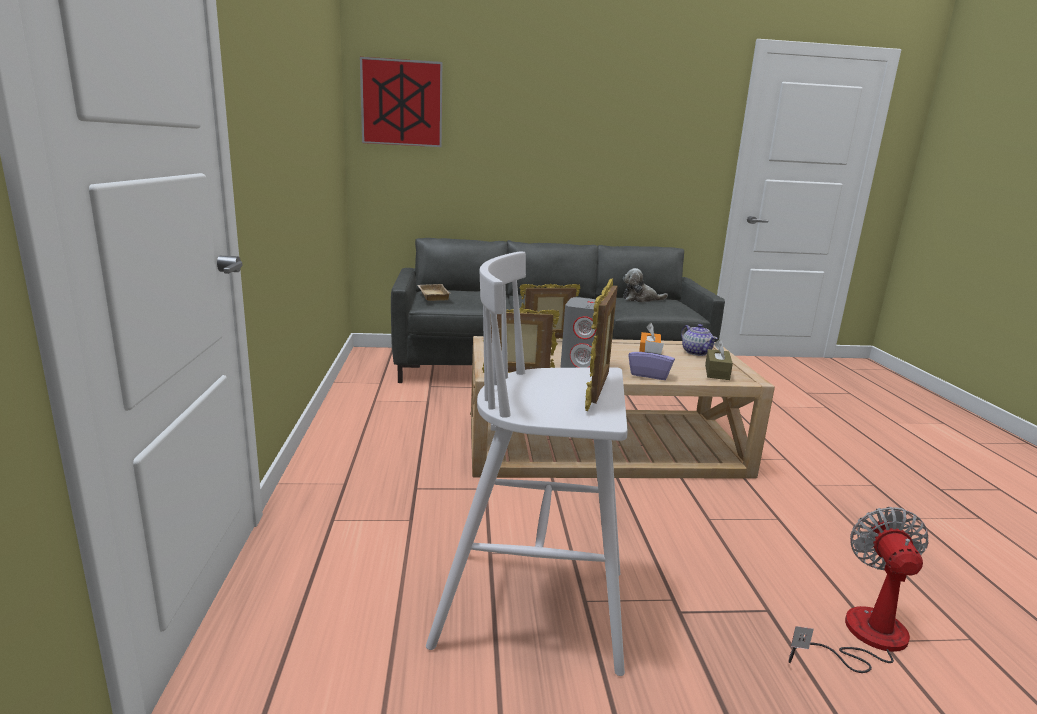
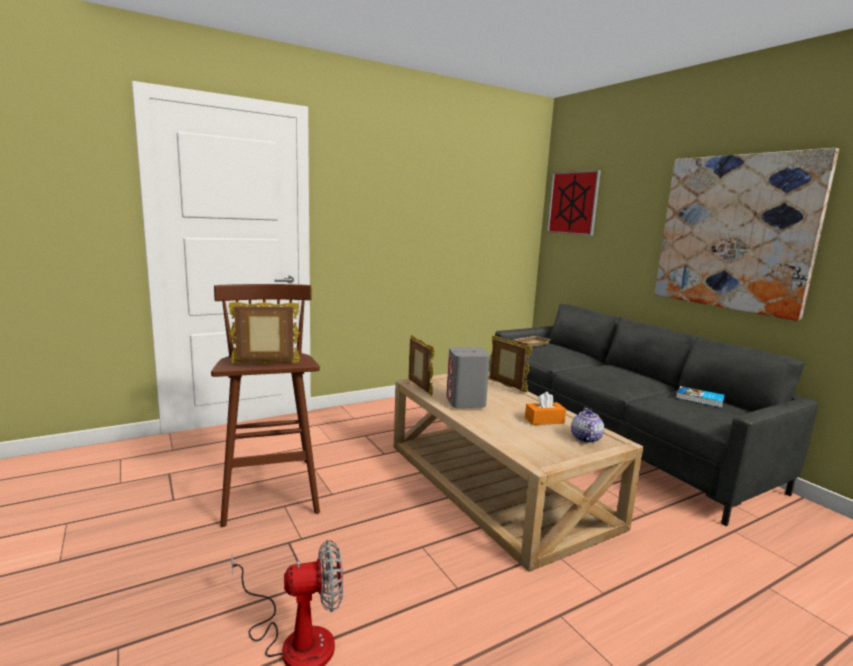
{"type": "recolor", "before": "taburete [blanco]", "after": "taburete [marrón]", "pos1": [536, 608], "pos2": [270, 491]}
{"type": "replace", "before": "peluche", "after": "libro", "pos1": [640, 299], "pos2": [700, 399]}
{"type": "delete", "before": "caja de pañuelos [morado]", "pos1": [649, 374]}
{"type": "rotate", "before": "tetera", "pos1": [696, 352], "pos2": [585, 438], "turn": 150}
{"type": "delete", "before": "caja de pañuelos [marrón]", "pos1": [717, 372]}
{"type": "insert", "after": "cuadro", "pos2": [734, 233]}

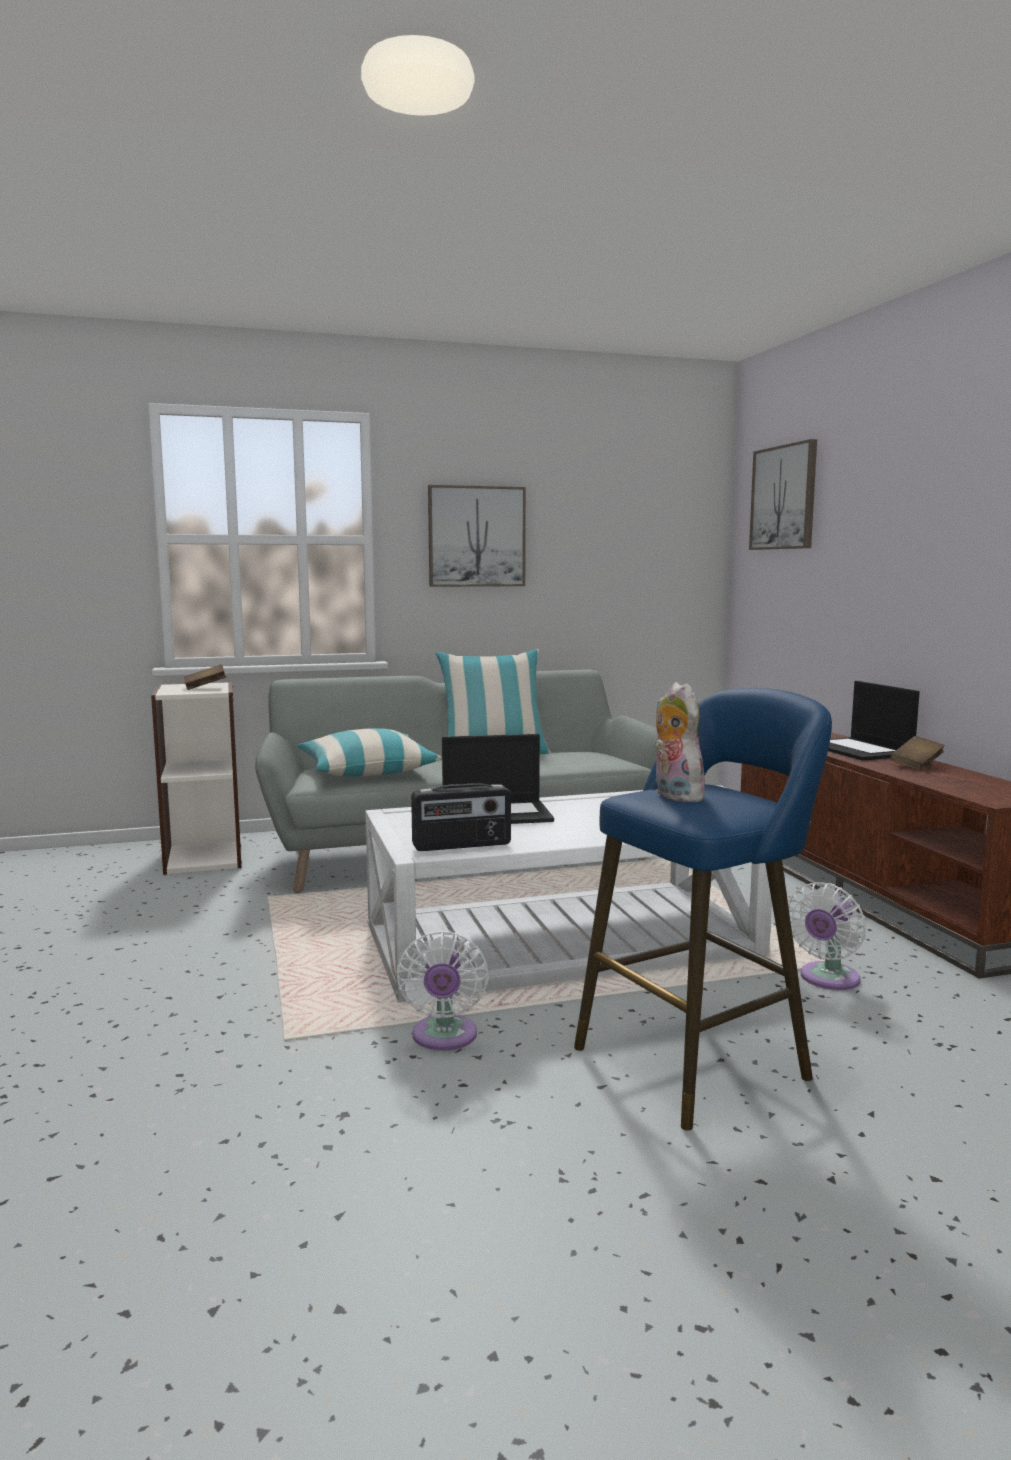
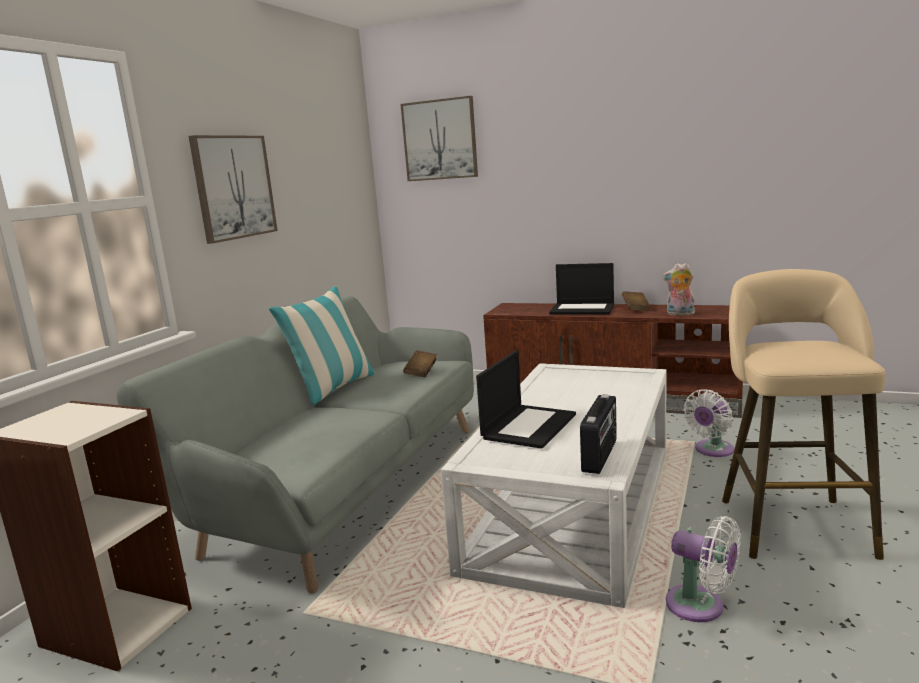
{"type": "move", "before": "libro [marrón]", "pos1": [205, 687], "pos2": [421, 372]}
{"type": "delete", "before": "cojín", "pos1": [367, 771]}
{"type": "recolor", "before": "taburete [azul]", "after": "taburete [beis]", "pos1": [700, 1059], "pos2": [792, 522]}
{"type": "move", "before": "peluche", "pos1": [674, 796], "pos2": [679, 314]}
{"type": "rotate", "before": "ventilador [blanco]", "pos1": [827, 979], "pos2": [712, 450], "turn": 60}

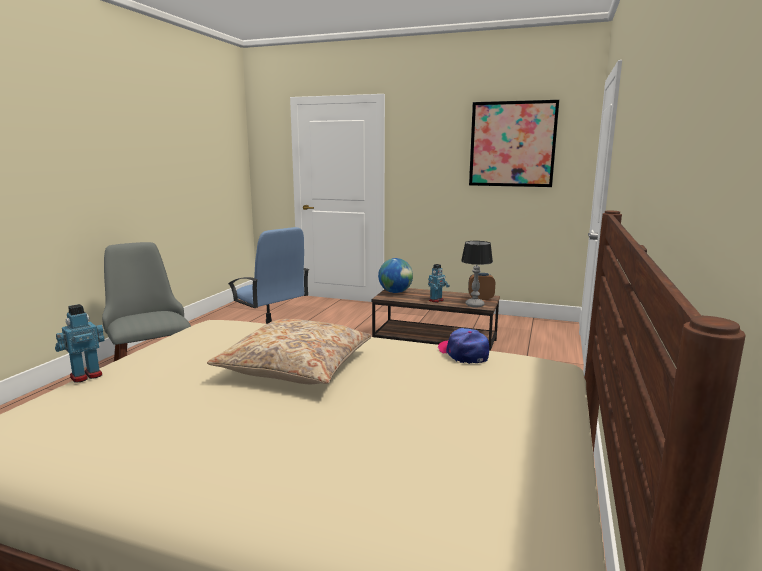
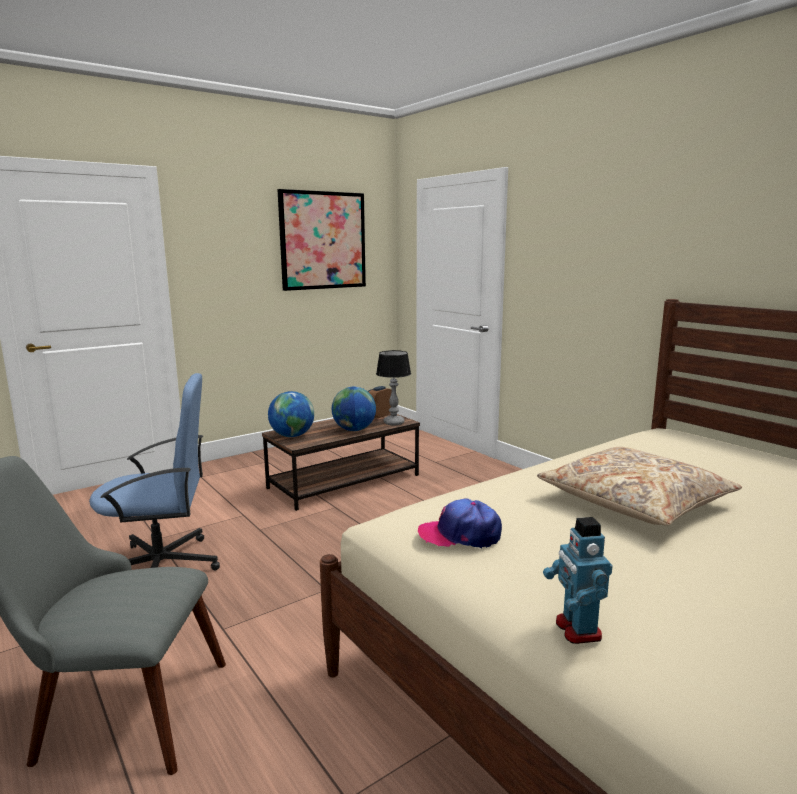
{"type": "replace", "before": "robot de juguete", "after": "globo terráqueo", "pos1": [436, 300], "pos2": [354, 430]}
{"type": "move", "before": "gorra", "pos1": [463, 353], "pos2": [460, 534]}

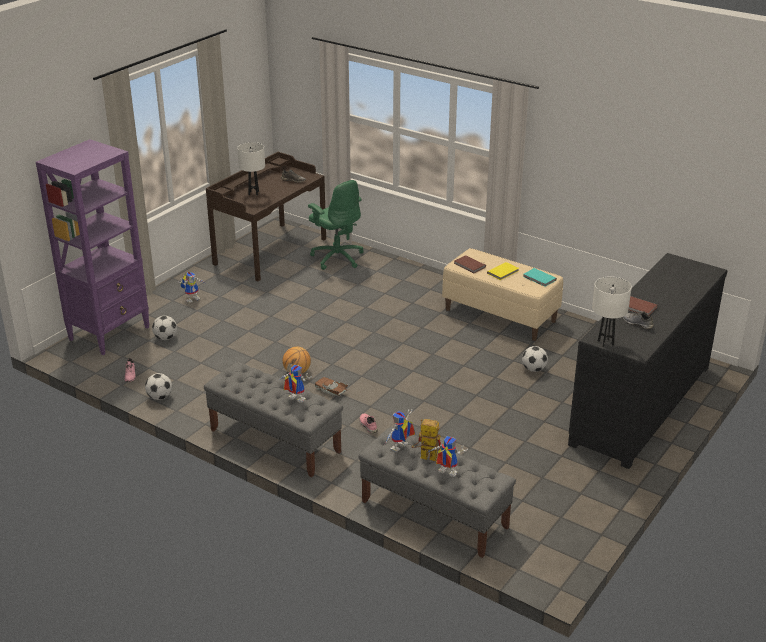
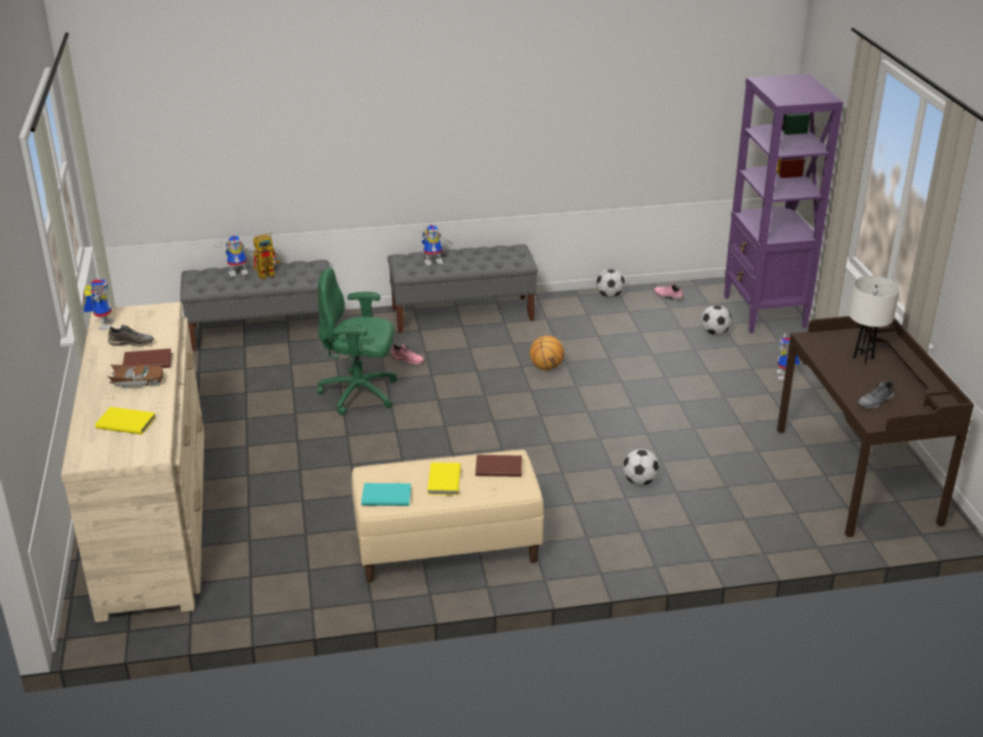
{"type": "move", "before": "silla de oficina [verde]", "pos1": [337, 257], "pos2": [360, 394]}
{"type": "move", "before": "coche de juguete [marrón]", "pos1": [331, 391], "pos2": [137, 382]}
{"type": "move", "before": "robot de juguete", "pos1": [400, 449], "pos2": [103, 324]}
{"type": "move", "before": "balón de fútbol", "pos1": [534, 369], "pos2": [640, 481]}
{"type": "recolor", "before": "cómoda [negro]", "after": "cómoda [beis]", "pos1": [639, 404], "pos2": [154, 518]}
{"type": "delete", "before": "lámpara de mesa [blanco]", "pos1": [605, 343]}
{"type": "insert", "after": "libro [amarillo]", "pos2": [126, 422]}

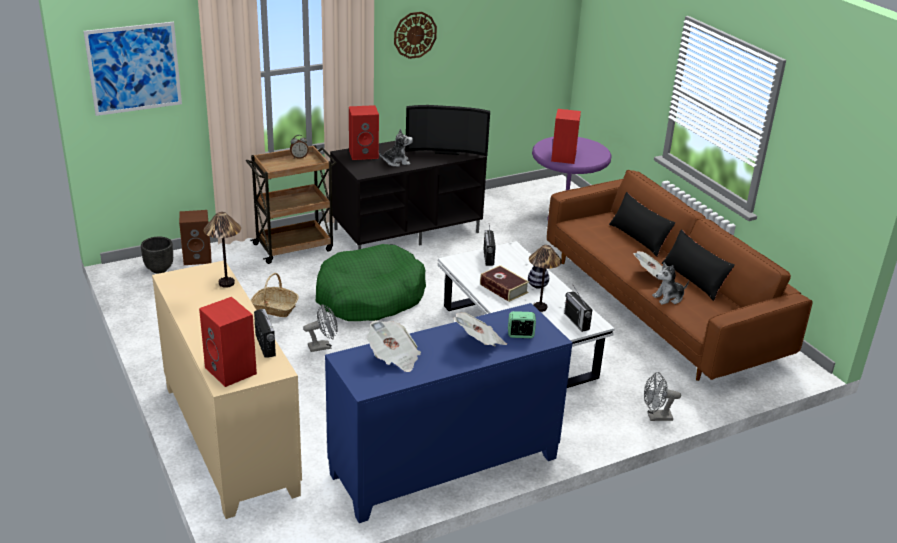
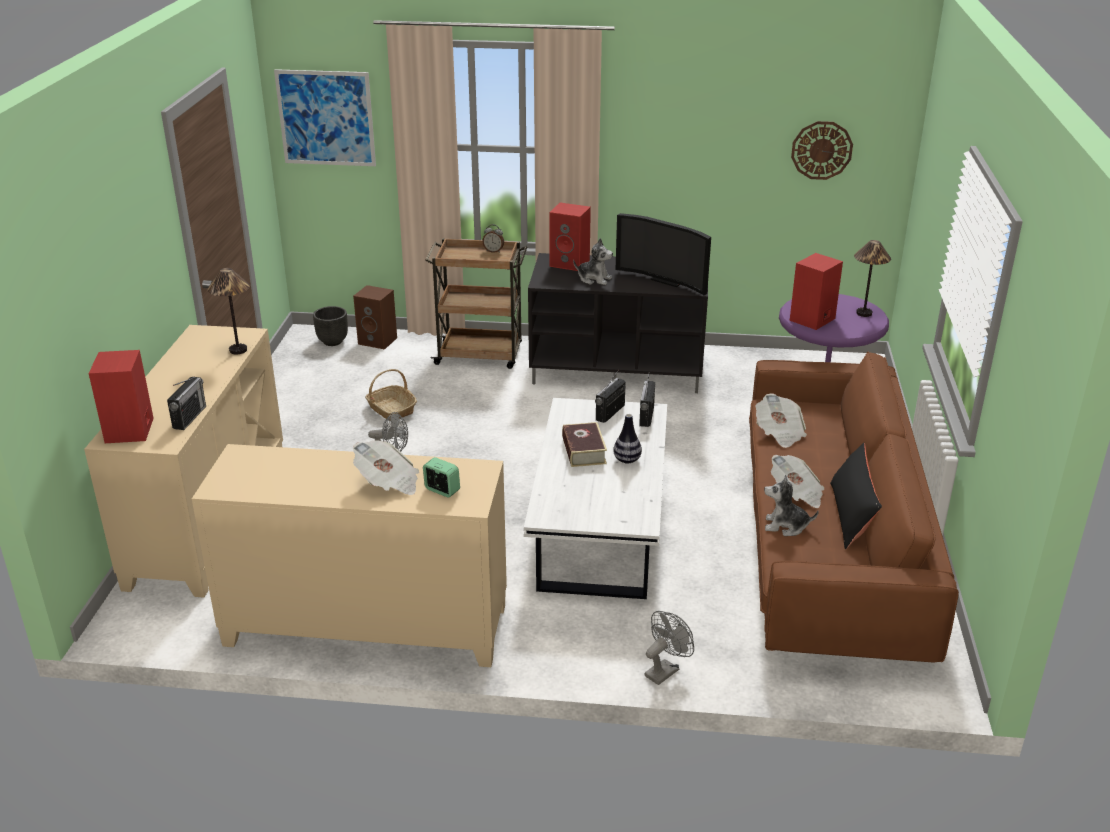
{"type": "delete", "before": "cama para perro [verde]", "pos1": [369, 297]}
{"type": "recolor", "before": "armario [azul]", "after": "armario [beis]", "pos1": [445, 467], "pos2": [366, 627]}
{"type": "move", "before": "periódico", "pos1": [394, 358], "pos2": [779, 433]}
{"type": "move", "before": "reloj de pared", "pos1": [415, 35], "pos2": [821, 150]}
{"type": "move", "before": "lámpara de mesa", "pos1": [540, 308], "pos2": [864, 313]}
{"type": "move", "before": "radio", "pos1": [576, 321], "pos2": [646, 416]}
{"type": "delete", "before": "cojín [negro]", "pos1": [639, 238]}
{"type": "rotate", "before": "ventilador [gris]", "pos1": [655, 417], "pos2": [665, 670], "turn": 105}

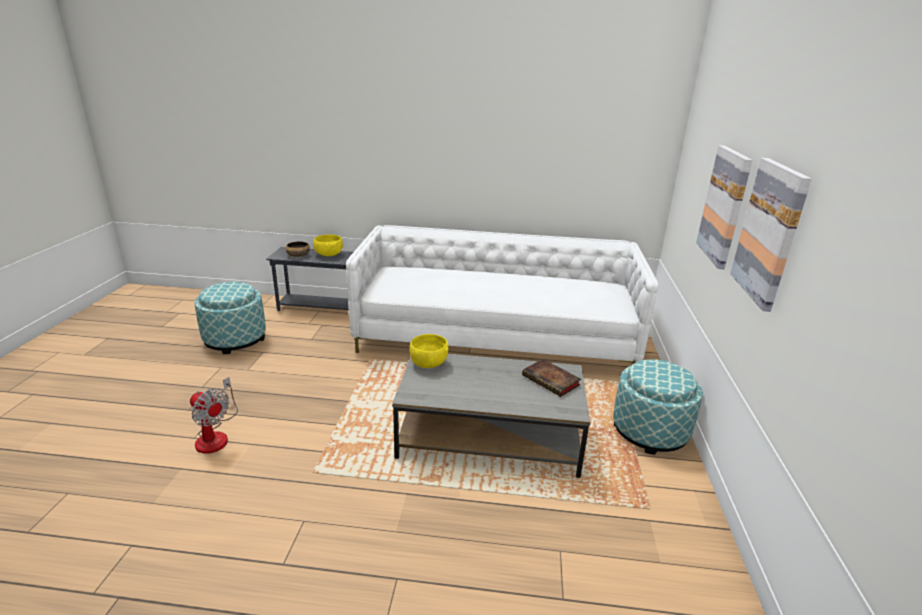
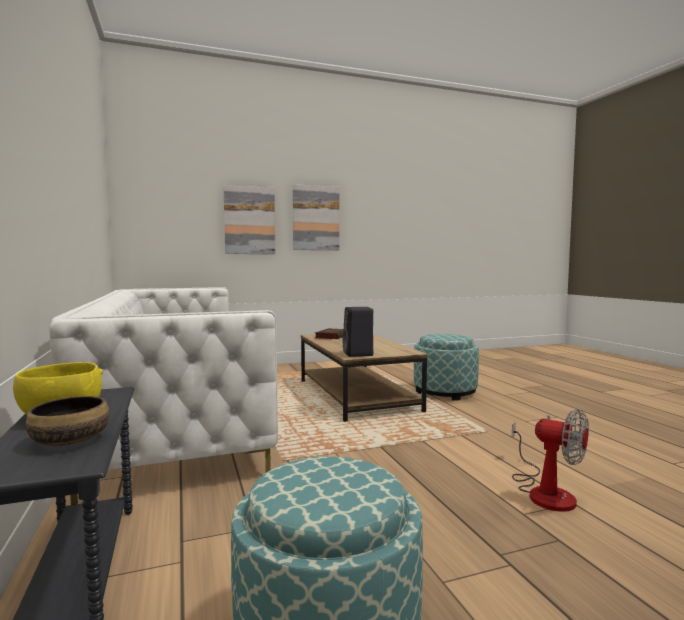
{"type": "rotate", "before": "ventilador", "pos1": [215, 435], "pos2": [545, 491], "turn": 120}
{"type": "recolor", "before": "mesa de centro [gris]", "after": "mesa de centro [marrón]", "pos1": [490, 436], "pos2": [355, 395]}
{"type": "replace", "before": "cuenco [amarillo]", "after": "altavoz [negro]", "pos1": [428, 363], "pos2": [358, 354]}
{"type": "move", "before": "puf", "pos1": [650, 431], "pos2": [445, 392]}

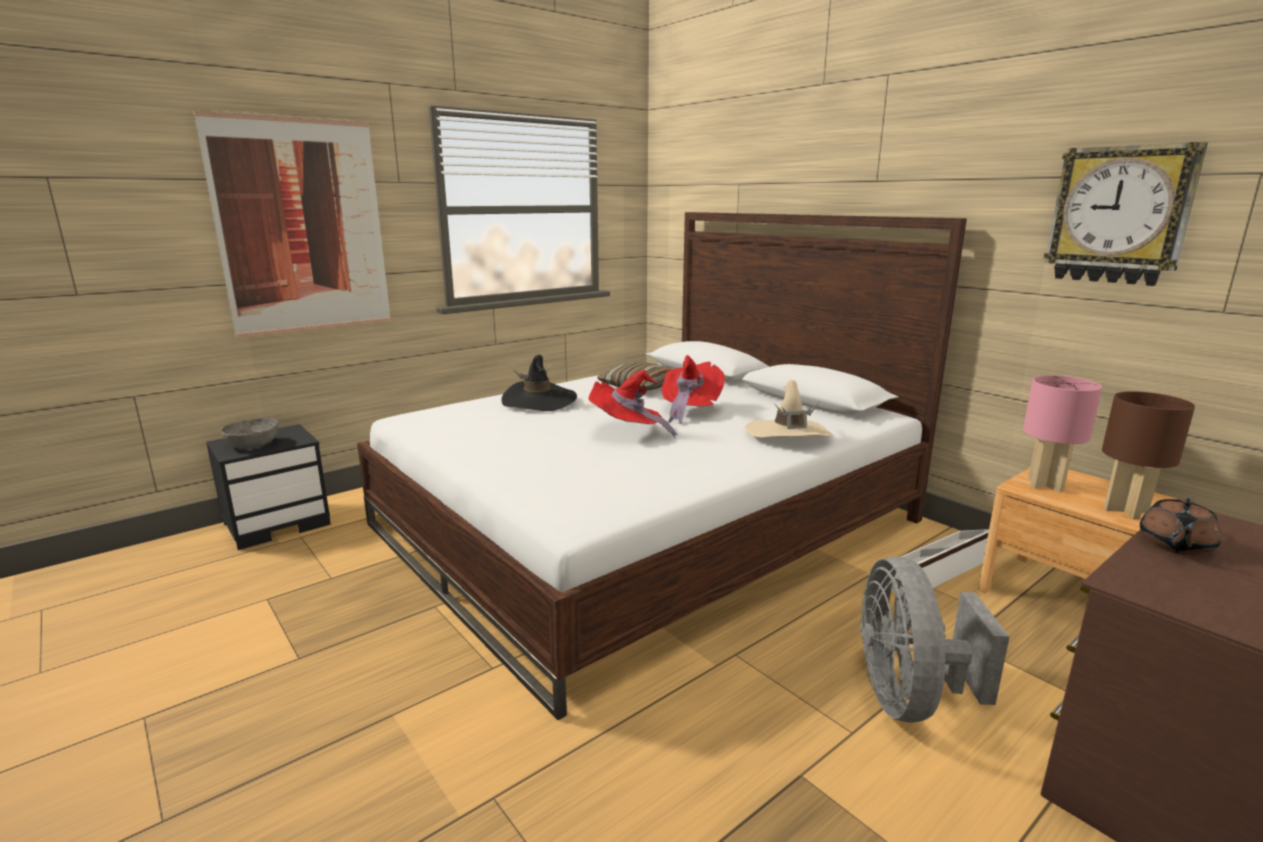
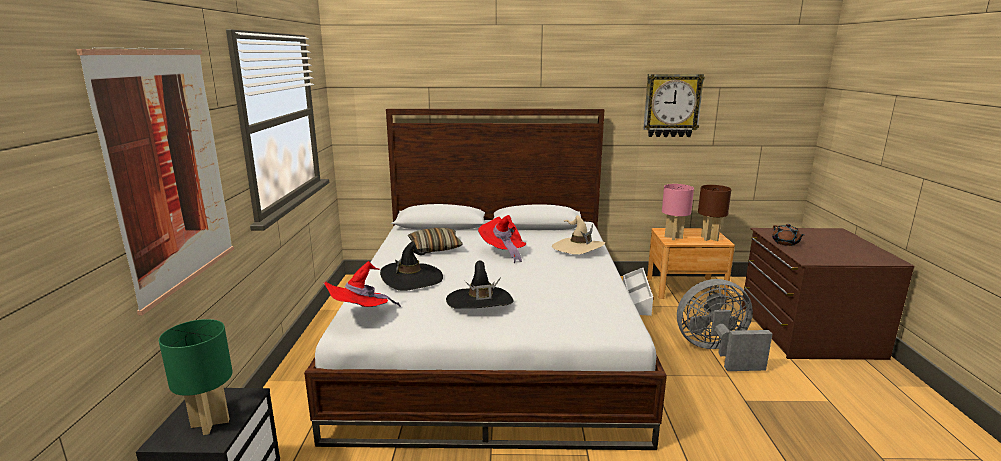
{"type": "replace", "before": "cuenco [gris]", "after": "lámpara de mesa [verde]", "pos1": [253, 444], "pos2": [209, 424]}
{"type": "move", "before": "sombrero [rojo]", "pos1": [628, 433], "pos2": [360, 316]}
{"type": "rotate", "before": "ventilador [gris]", "pos1": [908, 697], "pos2": [716, 352], "turn": 135}
{"type": "insert", "after": "sombrero [negro]", "pos2": [480, 302]}

